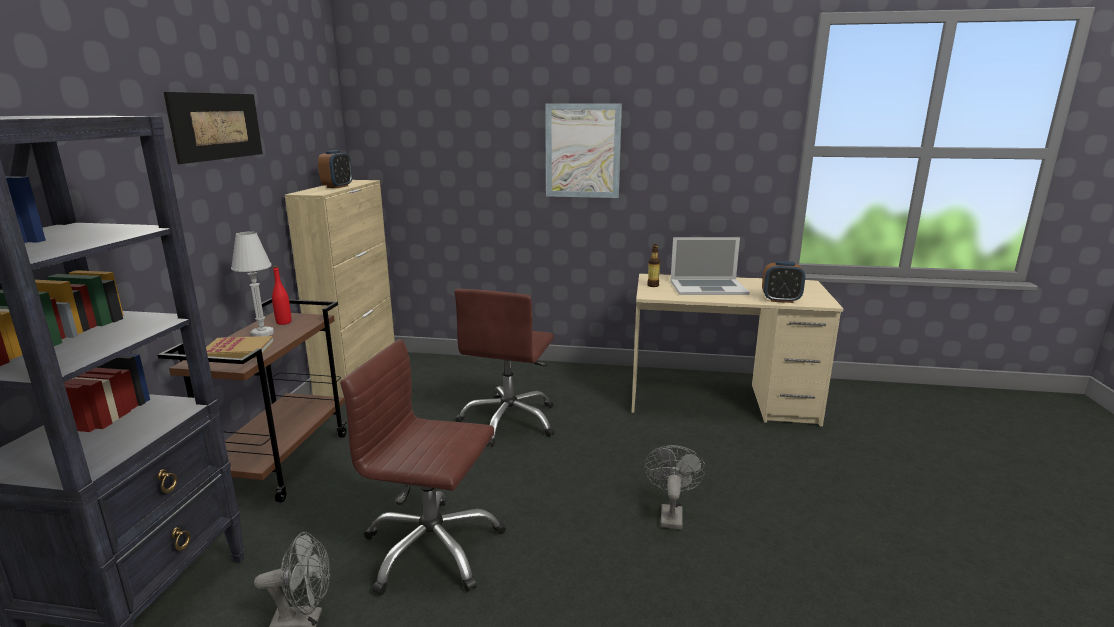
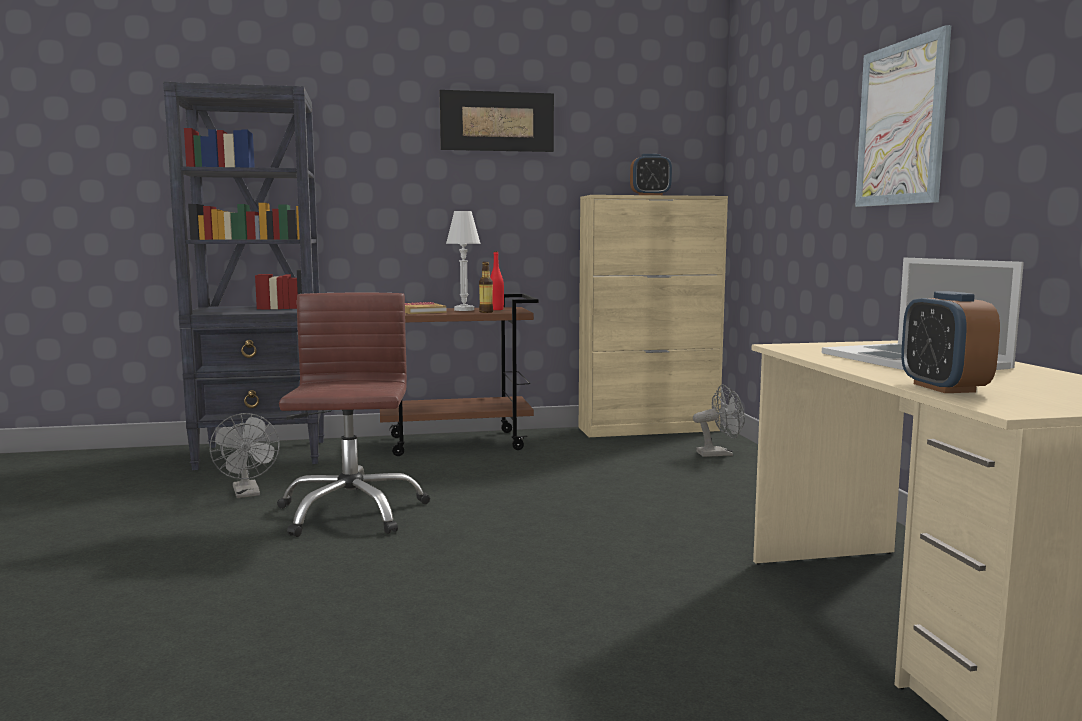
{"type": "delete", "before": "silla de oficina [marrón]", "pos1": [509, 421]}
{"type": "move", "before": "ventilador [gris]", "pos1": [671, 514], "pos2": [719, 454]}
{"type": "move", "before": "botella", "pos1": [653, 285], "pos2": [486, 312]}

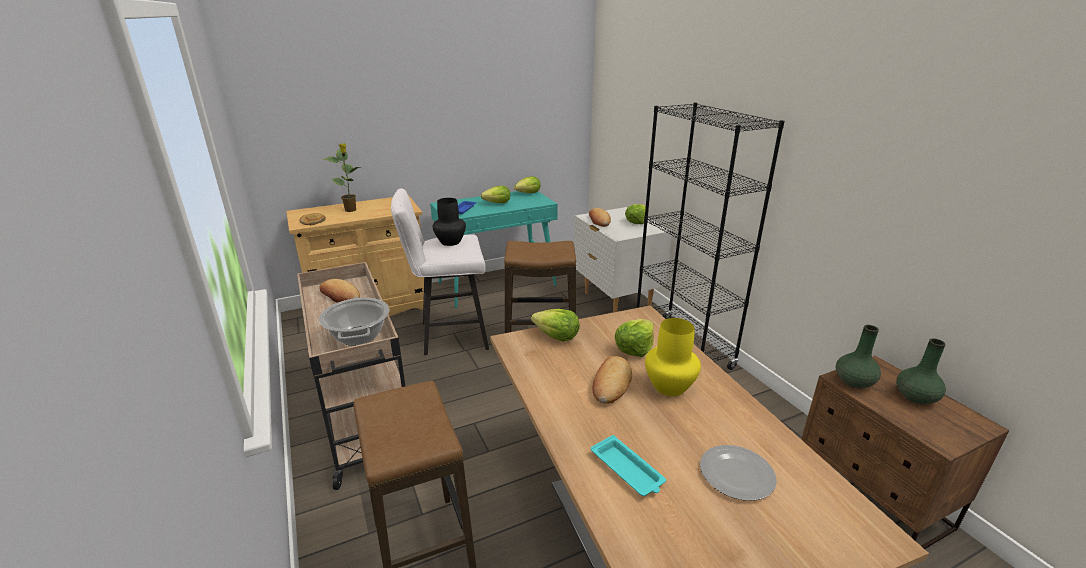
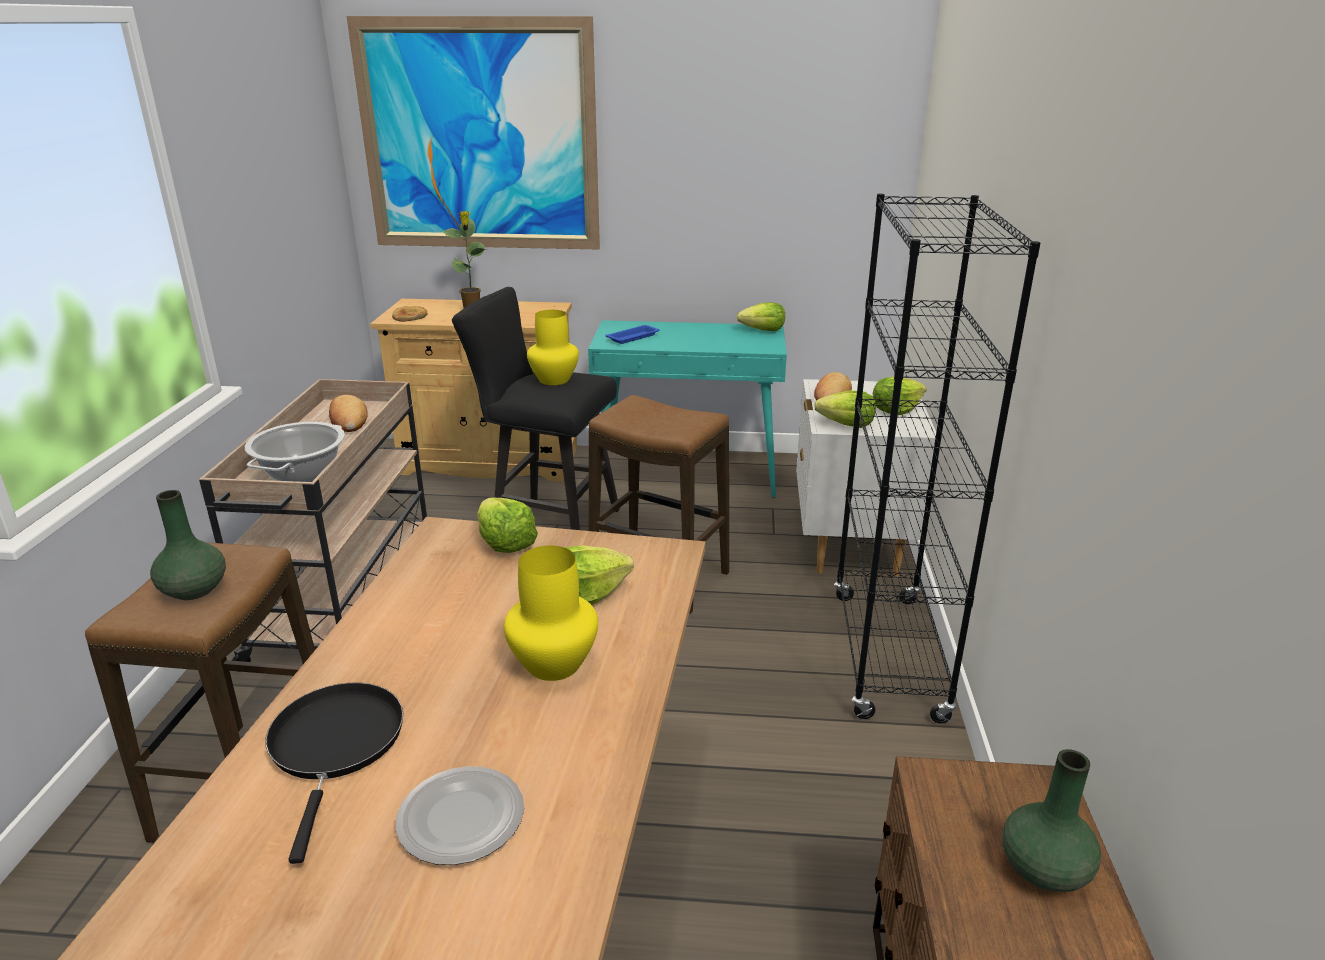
{"type": "recolor", "before": "taburete [blanco]", "after": "taburete [negro]", "pos1": [448, 335], "pos2": [547, 525]}
{"type": "recolor", "before": "florero [negro]", "after": "florero [amarillo]", "pos1": [451, 242], "pos2": [554, 380]}
{"type": "move", "before": "lechuga", "pos1": [497, 203], "pos2": [846, 424]}
{"type": "replace", "before": "bandeja [turquesa]", "after": "sartén [negro]", "pos1": [628, 470], "pos2": [336, 745]}
{"type": "delete", "before": "pan", "pos1": [611, 383]}
{"type": "move", "before": "florero [verde]", "pos1": [853, 381], "pos2": [194, 589]}
{"type": "insert", "after": "cuadro", "pos2": [479, 137]}

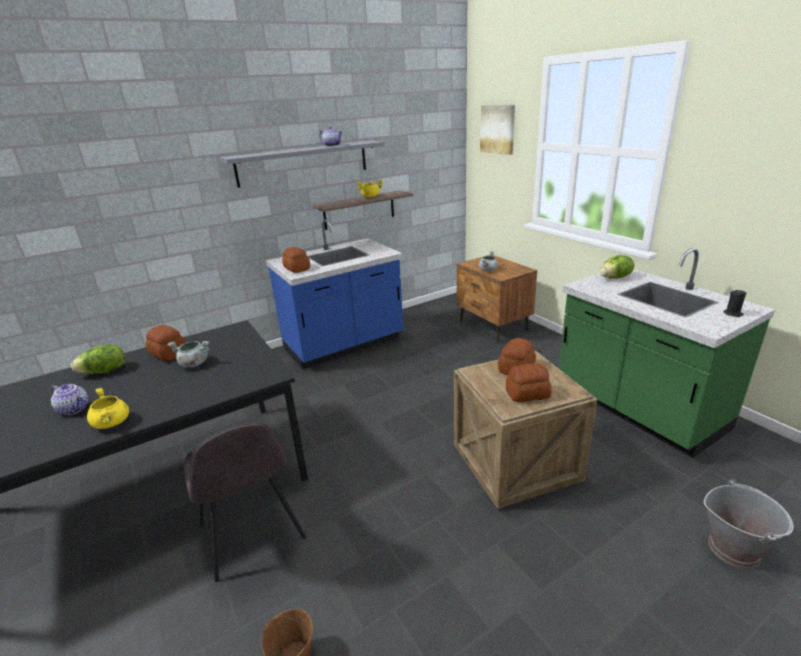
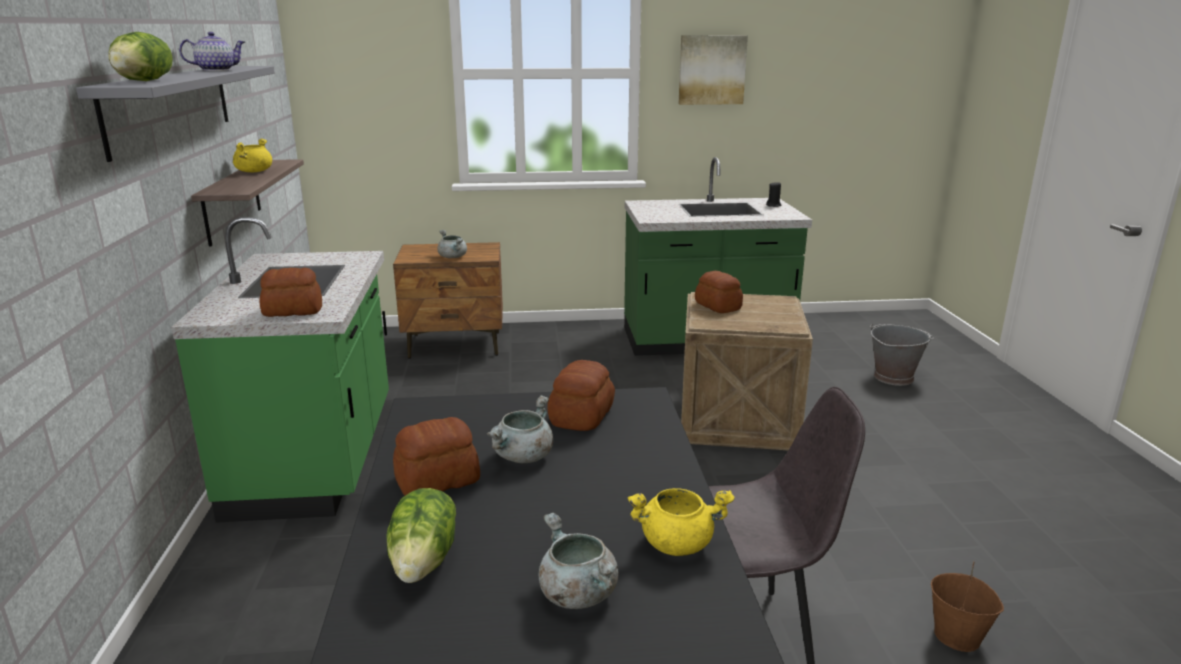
{"type": "replace", "before": "tetera", "after": "olla [gris]", "pos1": [75, 409], "pos2": [576, 593]}
{"type": "recolor", "before": "mueble bajo de cocina [azul]", "after": "mueble bajo de cocina [verde]", "pos1": [344, 345], "pos2": [317, 457]}
{"type": "move", "before": "cuadro", "pos1": [498, 129], "pos2": [711, 70]}
{"type": "move", "before": "pan", "pos1": [526, 394], "pos2": [580, 416]}
{"type": "move", "before": "lechuga", "pos1": [615, 278], "pos2": [145, 81]}

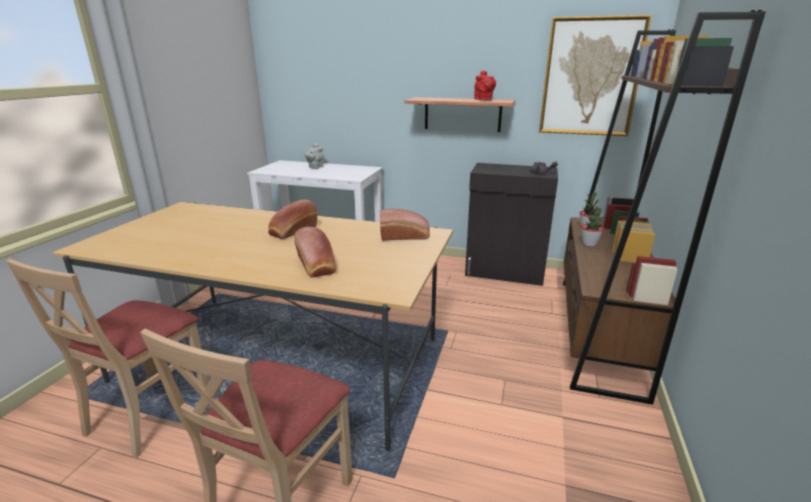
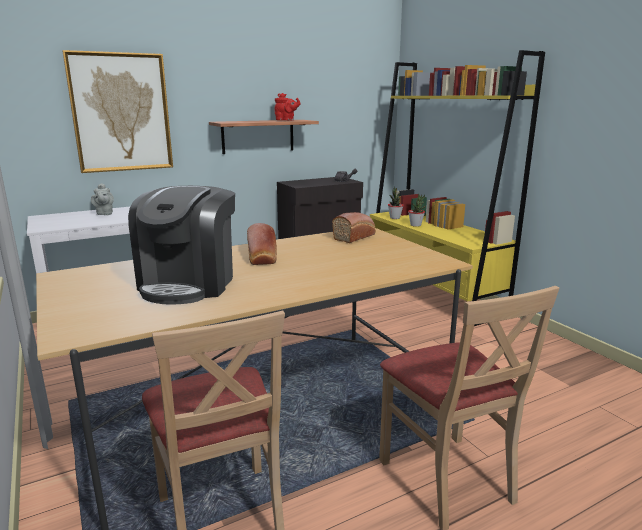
{"type": "delete", "before": "pan", "pos1": [316, 265]}
{"type": "move", "before": "cuadro", "pos1": [590, 77], "pos2": [121, 113]}
{"type": "recolor", "before": "estantería [marrón]", "after": "estantería [amarillo]", "pos1": [598, 331], "pos2": [432, 293]}
{"type": "insert", "after": "cafetera", "pos2": [189, 284]}

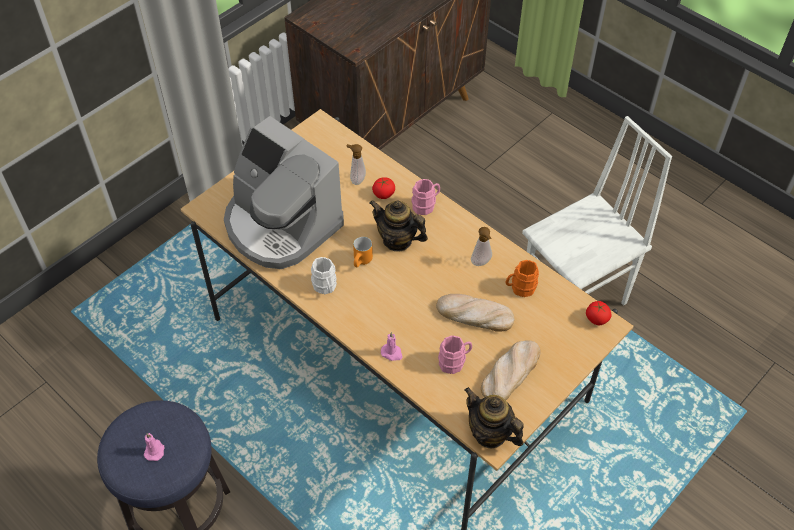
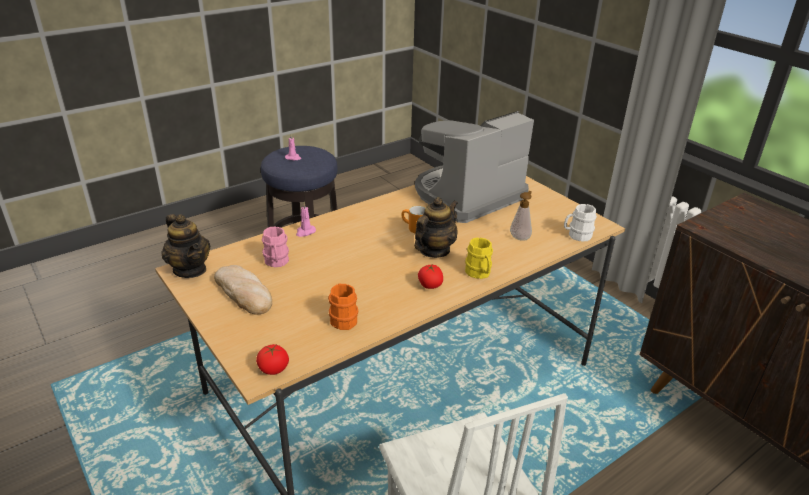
{"type": "move", "before": "taza grande [blanco]", "pos1": [325, 287], "pos2": [577, 235]}
{"type": "move", "before": "tomate", "pos1": [384, 194], "pos2": [430, 285]}
{"type": "recolor", "before": "taza grande [rosa]", "after": "taza grande [amarillo]", "pos1": [426, 205], "pos2": [479, 273]}
{"type": "delete", "before": "pan", "pos1": [474, 315]}
{"type": "rotate", "before": "tetera", "pos1": [490, 433], "pos2": [190, 269], "turn": 90}
{"type": "delete", "before": "dispensador de jabón", "pos1": [481, 263]}

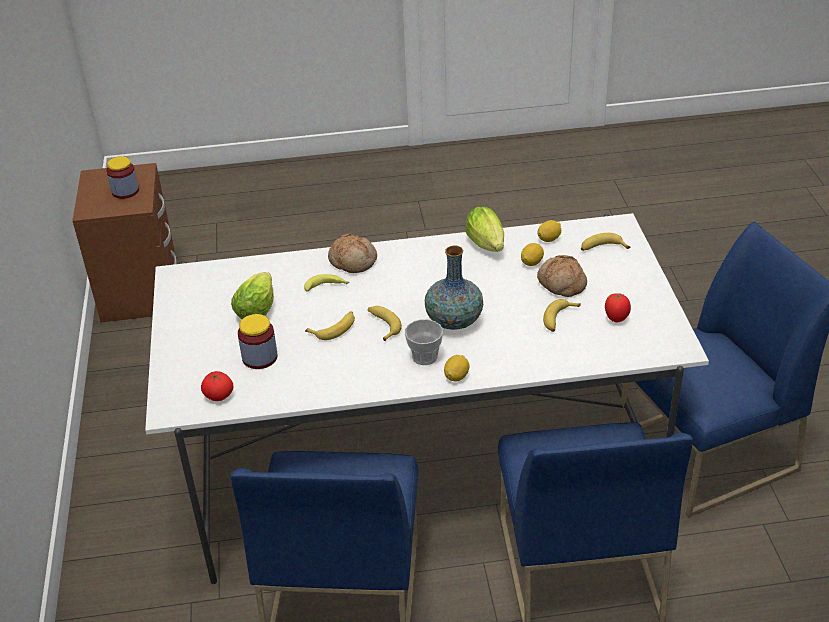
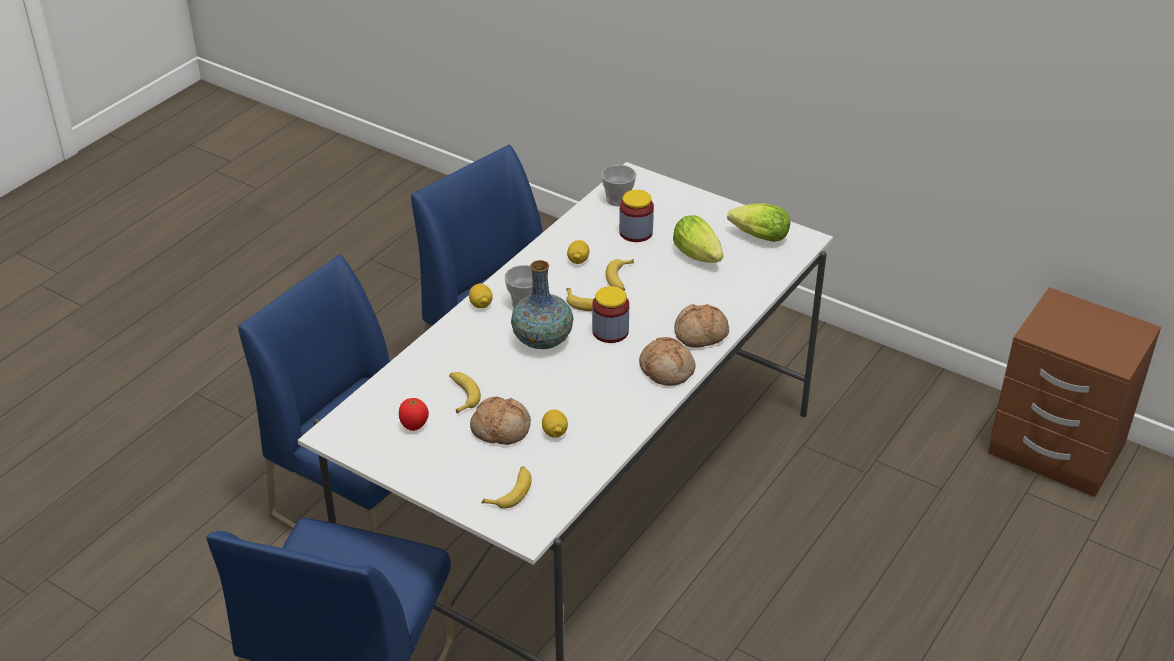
{"type": "move", "before": "tarro", "pos1": [125, 191], "pos2": [610, 331]}
{"type": "replace", "before": "tomate", "after": "taza", "pos1": [219, 396], "pos2": [618, 199]}
{"type": "delete", "before": "plátano", "pos1": [327, 287]}
{"type": "move", "before": "lechuga", "pos1": [487, 246], "pos2": [756, 236]}
{"type": "move", "before": "limón", "pos1": [549, 239], "pos2": [578, 260]}
{"type": "insert", "after": "pan", "pos2": [667, 369]}

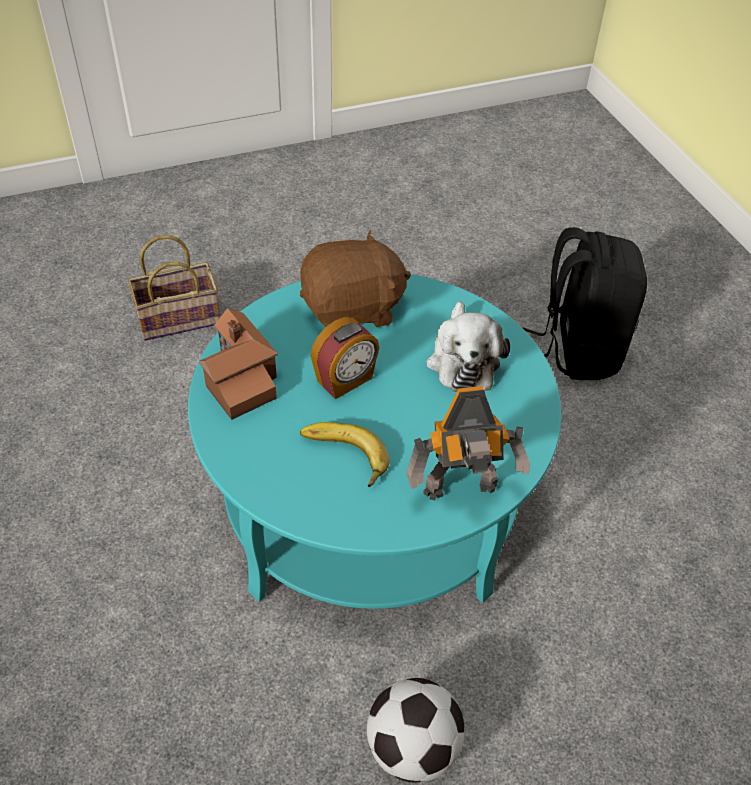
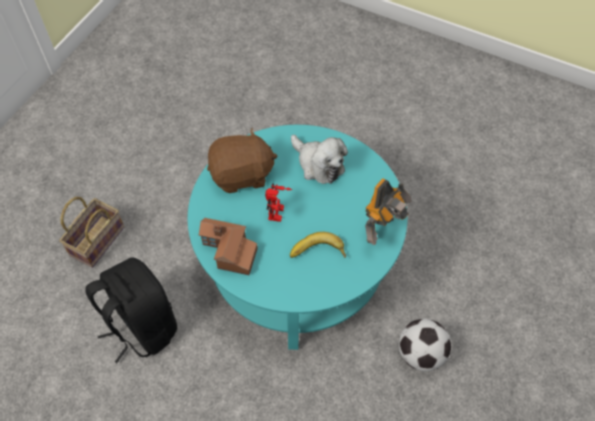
{"type": "rotate", "before": "peluche [marrón]", "pos1": [353, 310], "pos2": [242, 175], "turn": 45}
{"type": "replace", "before": "despertador", "after": "robot de juguete", "pos1": [345, 380], "pos2": [278, 214]}
{"type": "move", "before": "mochila [negro]", "pos1": [577, 350], "pos2": [142, 326]}

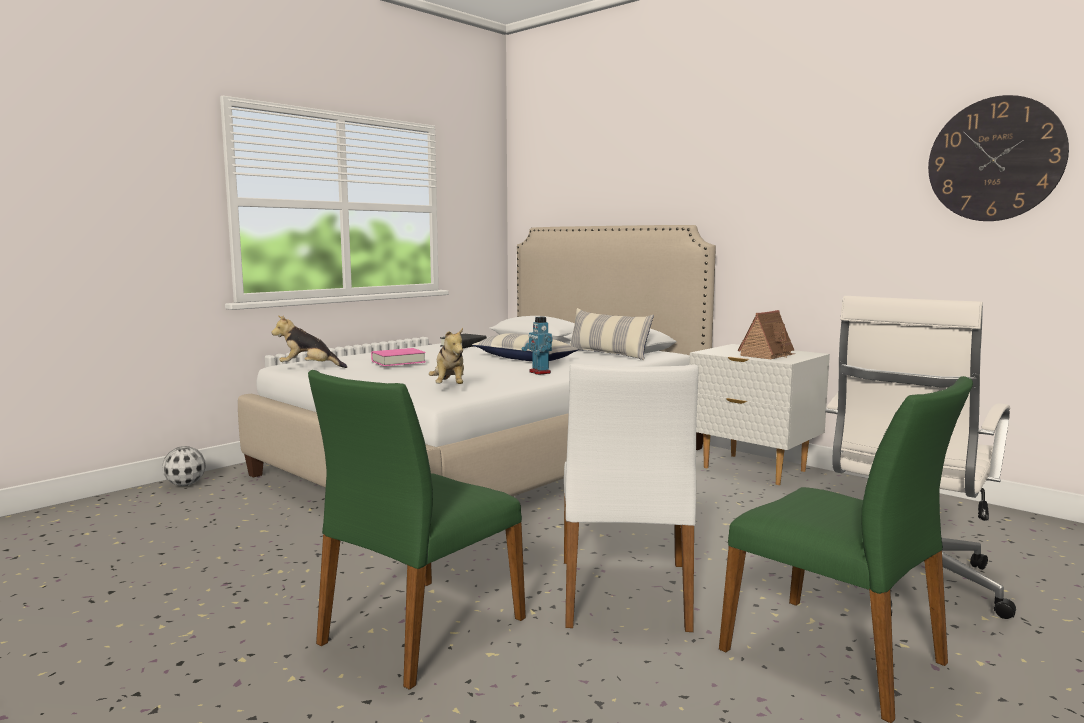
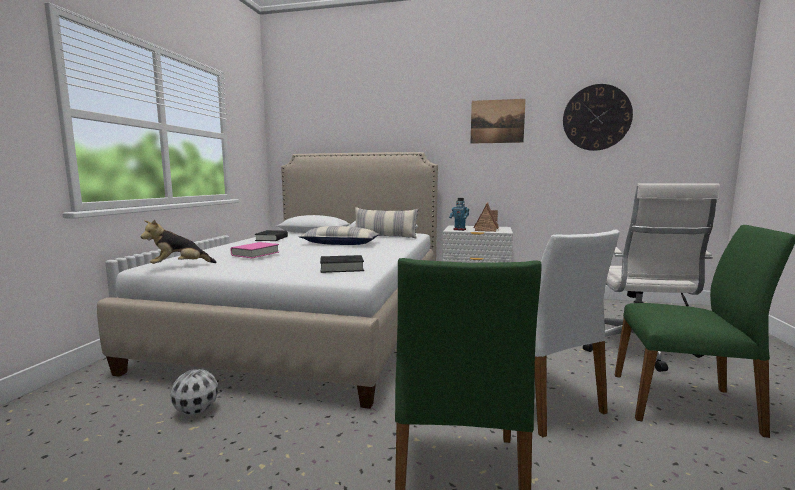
{"type": "move", "before": "balón de fútbol", "pos1": [185, 484], "pos2": [195, 411]}
{"type": "replace", "before": "peluche", "after": "libro [negro]", "pos1": [449, 387], "pos2": [342, 268]}
{"type": "move", "before": "robot de juguete", "pos1": [539, 372], "pos2": [459, 229]}
{"type": "insert", "after": "cuadro", "pos2": [497, 121]}

